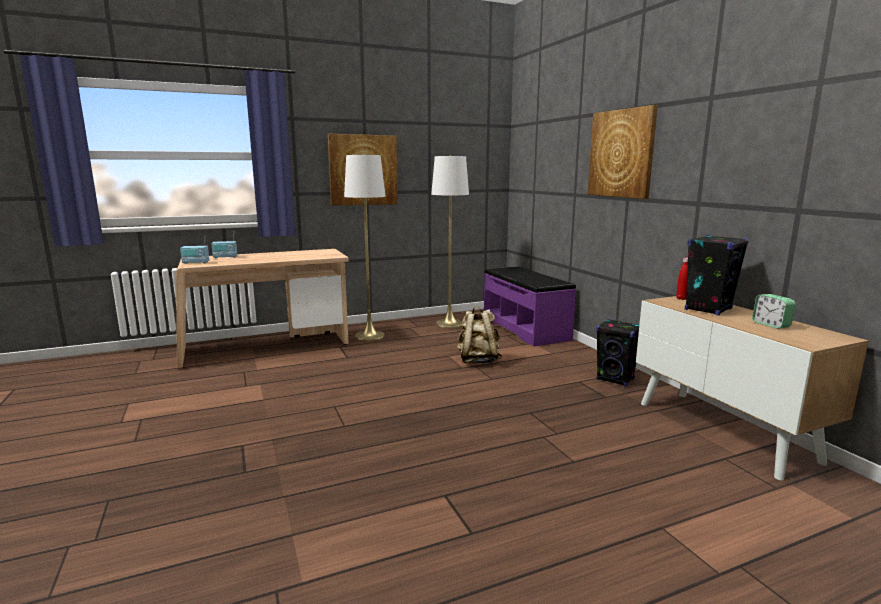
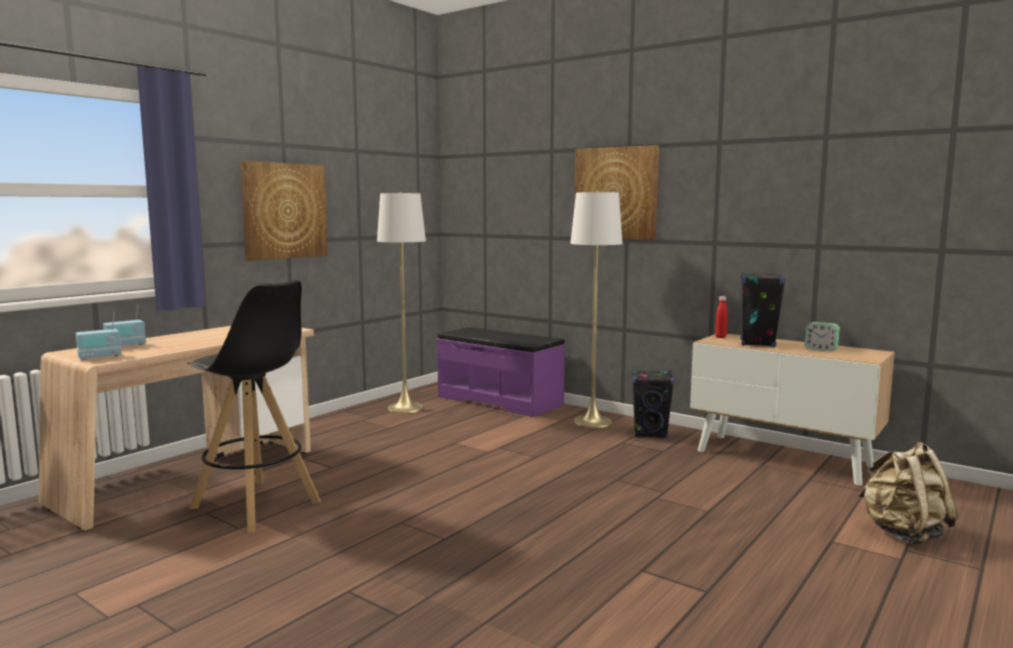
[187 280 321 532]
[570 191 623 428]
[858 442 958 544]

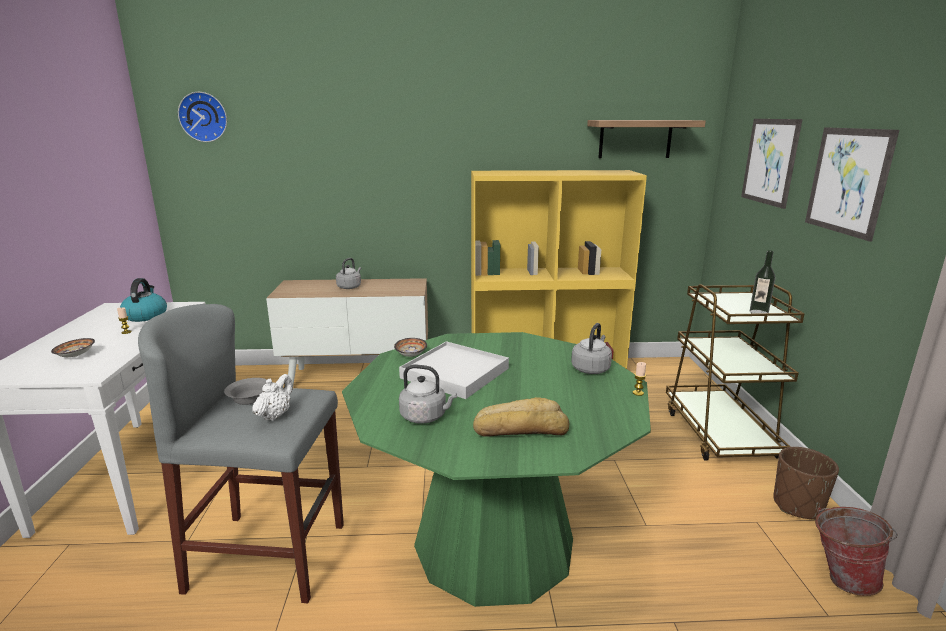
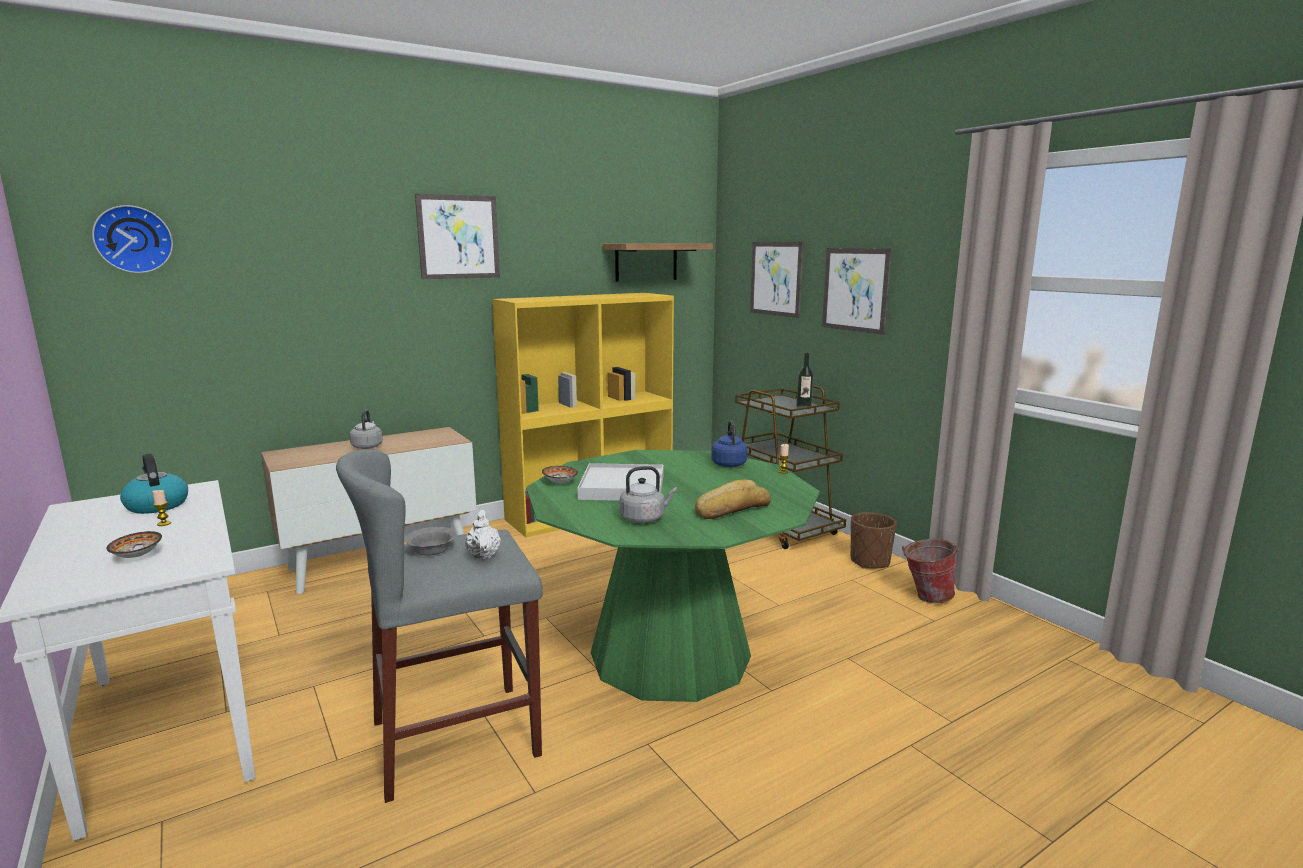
[415 193 500 279]
[711 420 748 467]

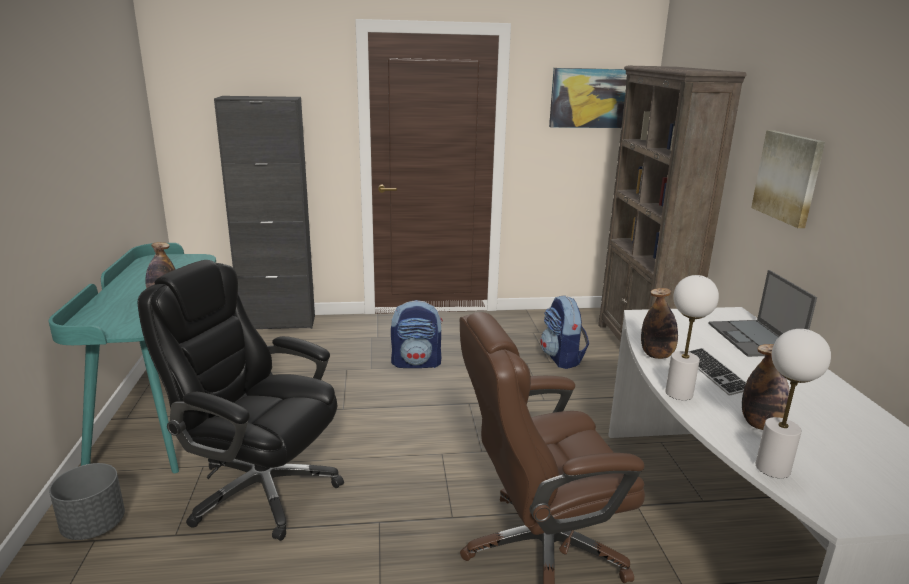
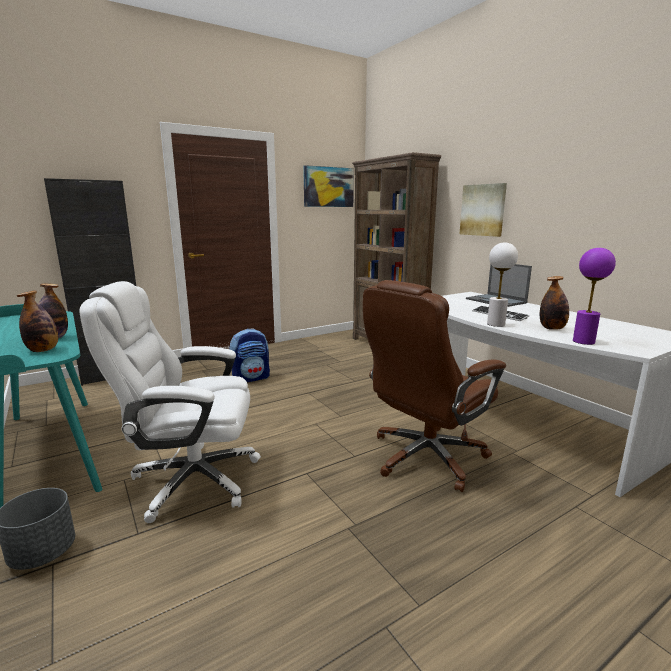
[540 295 589 369] (first image)
[17 290 58 352]
[80 281 261 523]
[573 248 616 345]

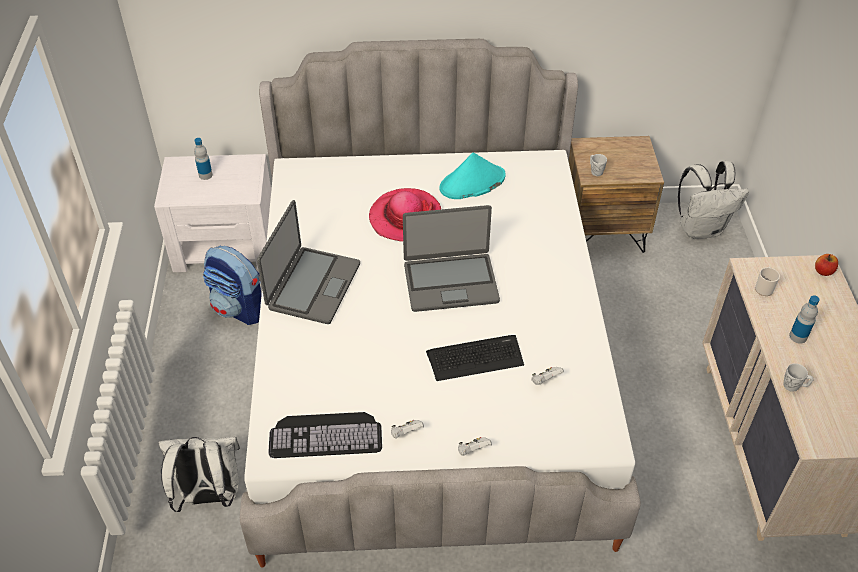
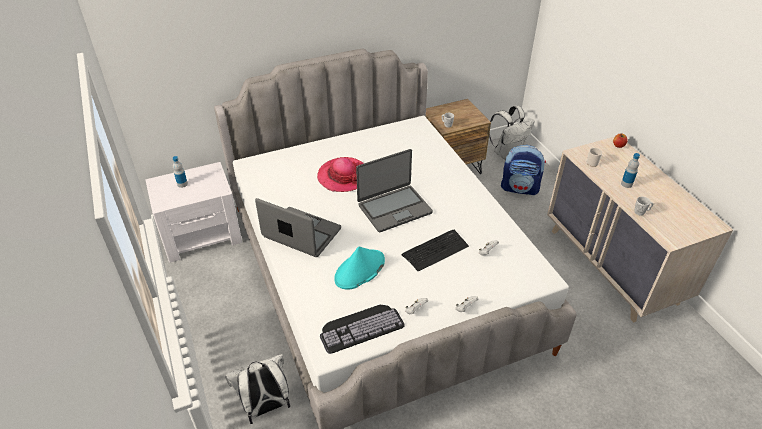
[501 145 546 195]
[334 247 385 290]
[255 198 341 257]

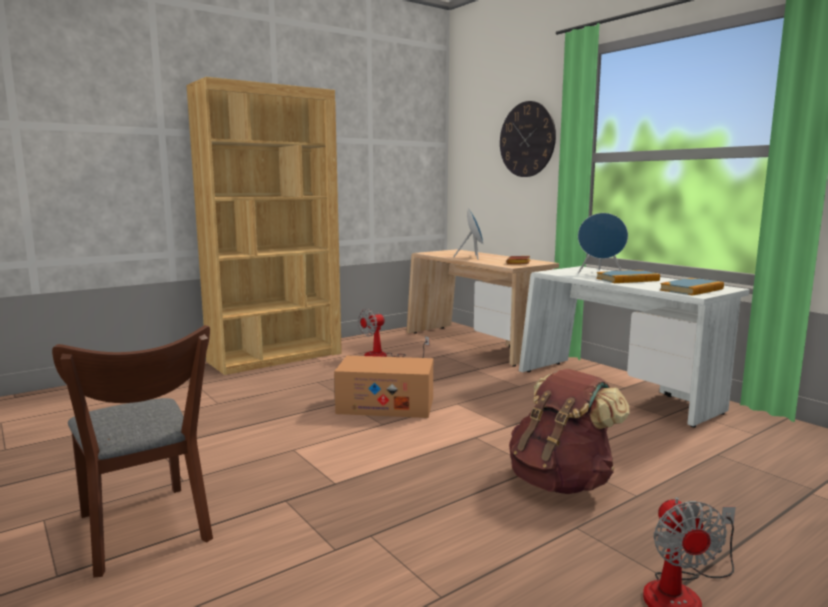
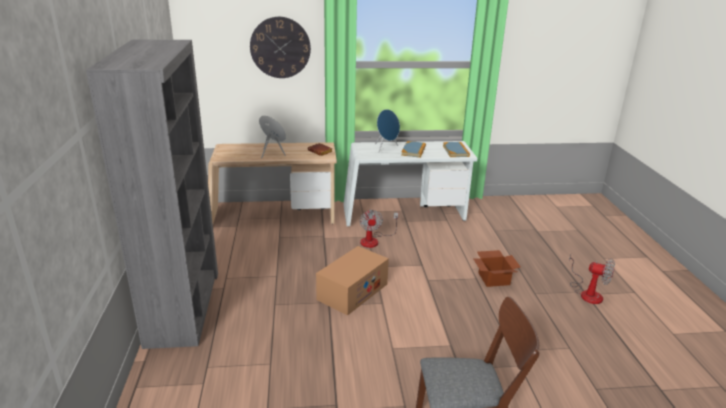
[360 209 398 248]
[473 250 520 287]
[86 40 218 349]

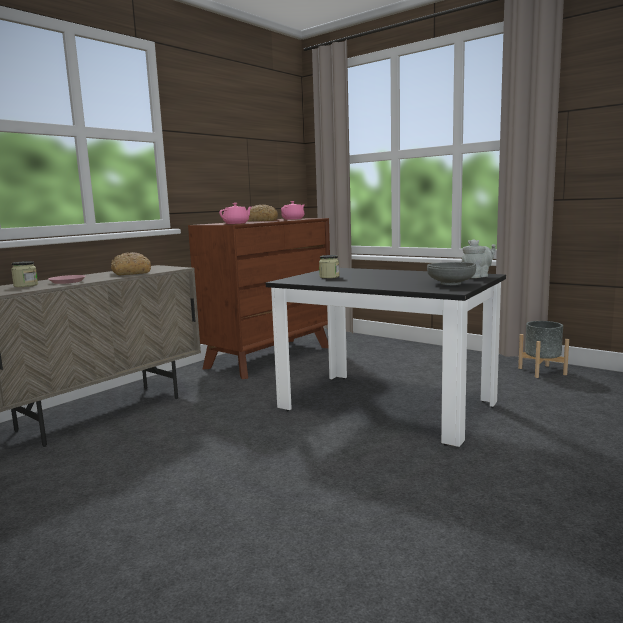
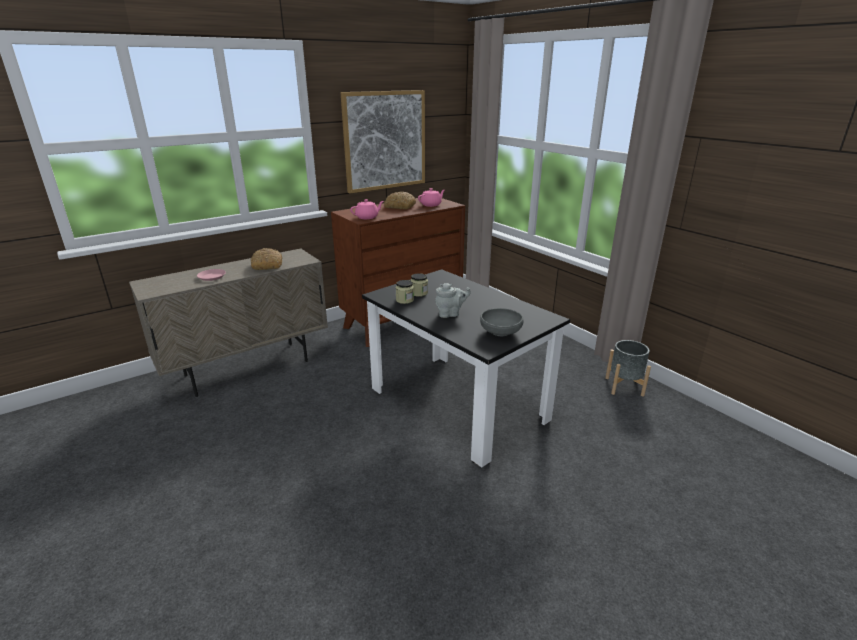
[340 90 425 194]
[396 280 414 304]
[435 283 471 318]

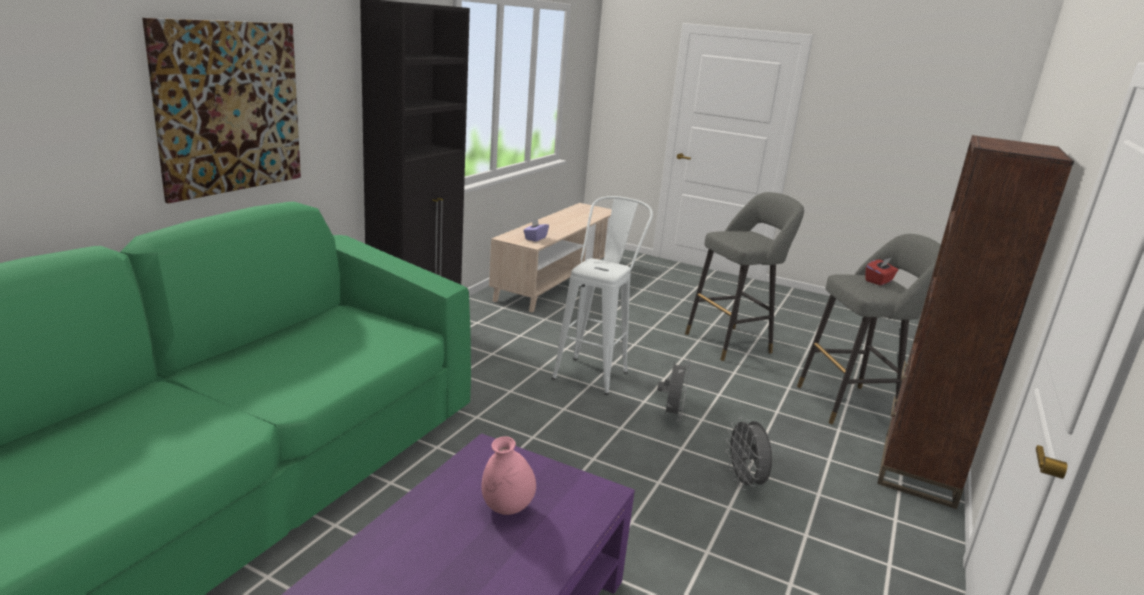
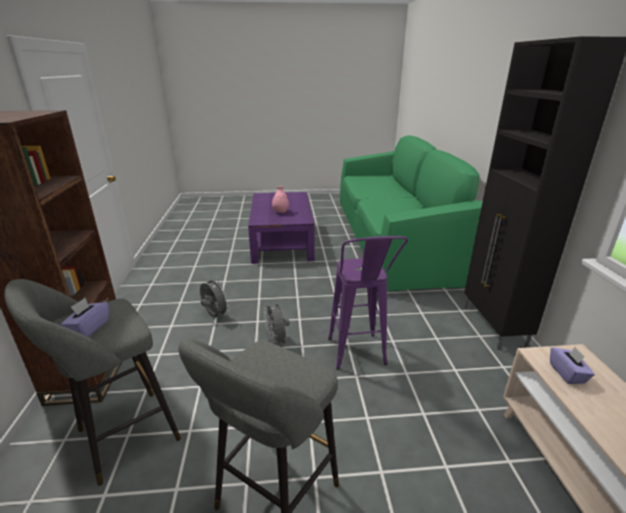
[142 18 301 204] (first image)
[328 236 408 370]
[60 298 109 337]

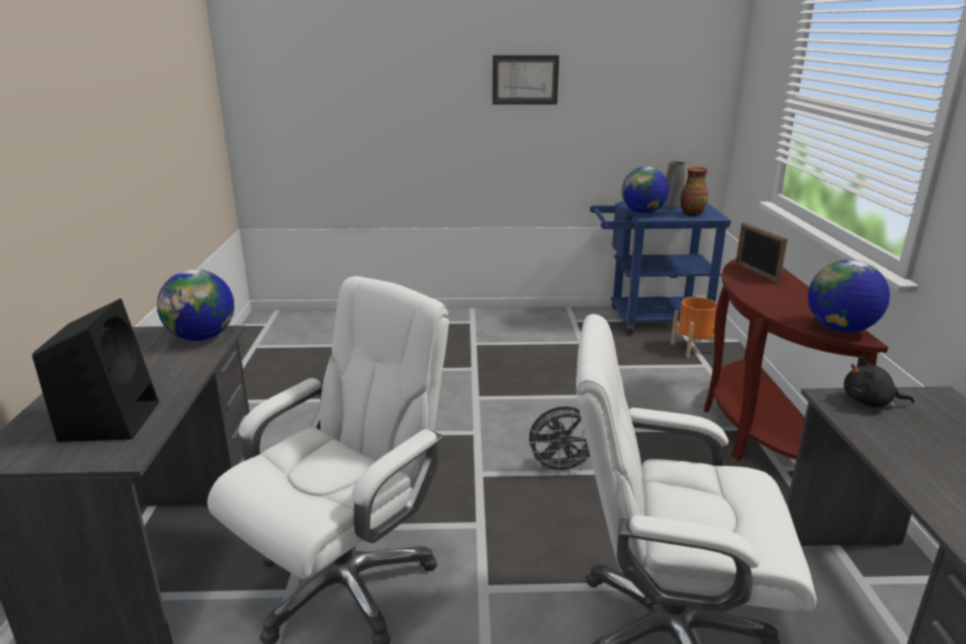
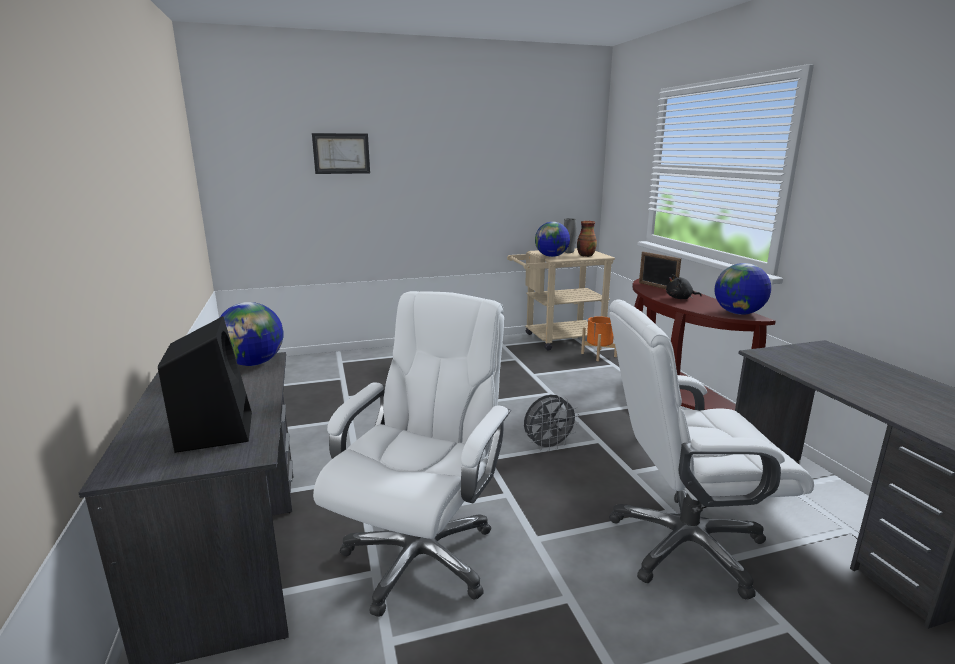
[312 133 370 174]
[666 274 702 299]
[507 248 615 351]

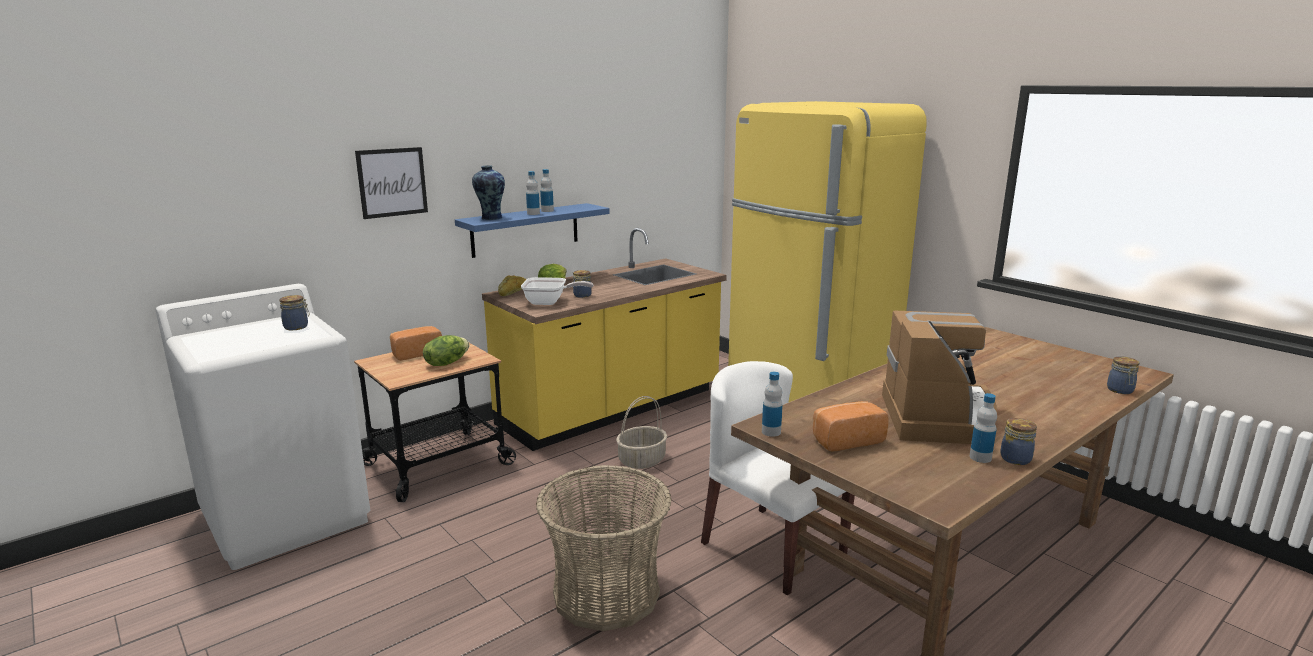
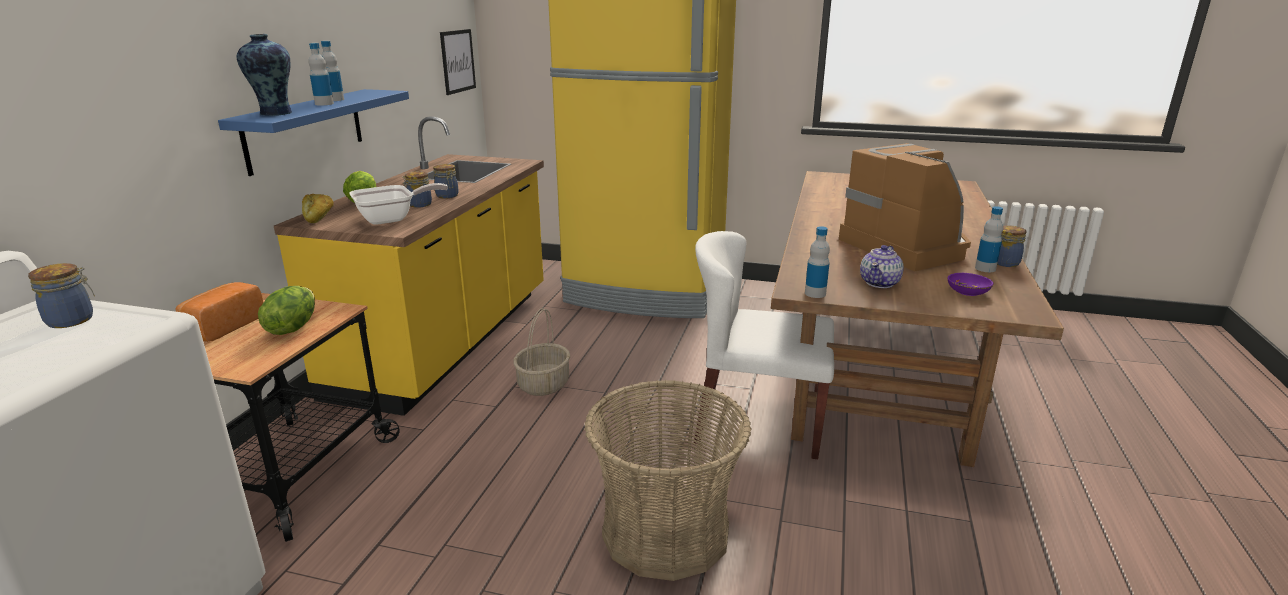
[948 273 993 296]
[440 29 476 95]
[433 164 459 199]
[860 245 904 288]

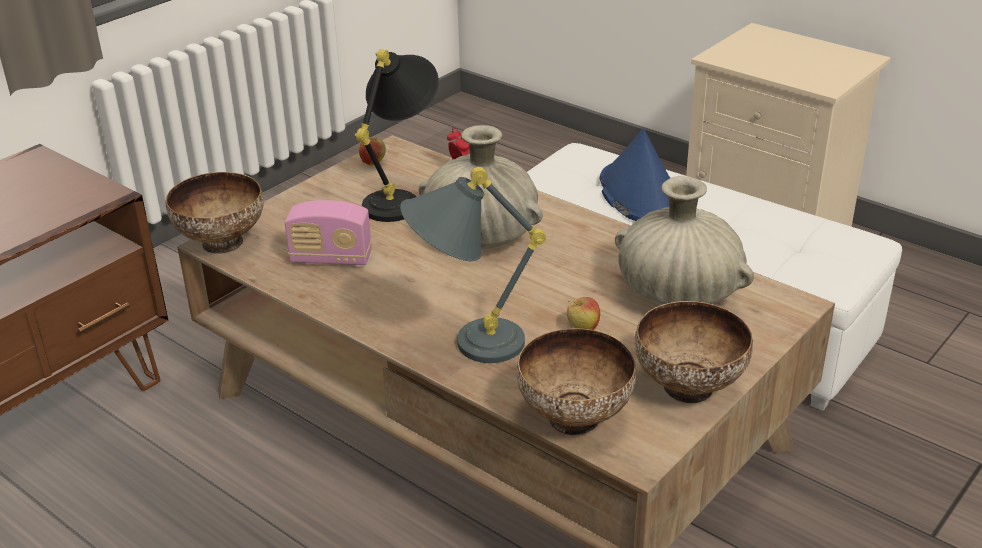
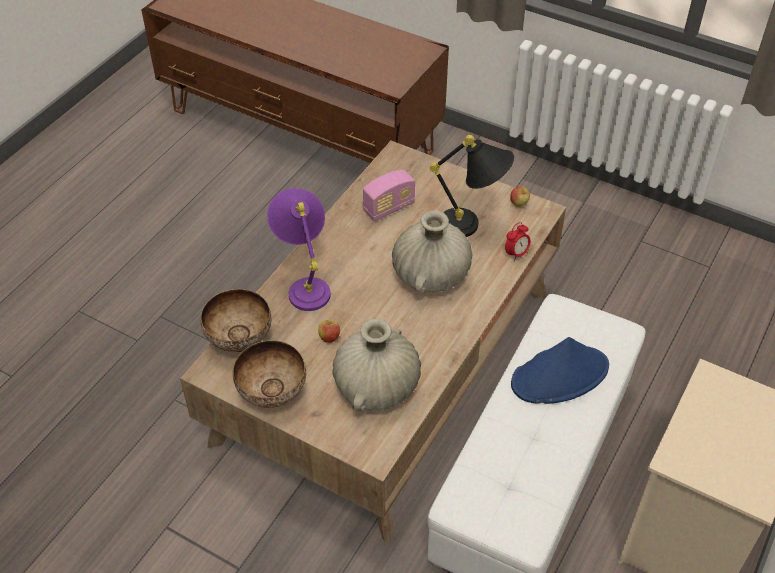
[166 172 263 254] (first image)
[267 188 331 311]
[363 170 415 221]

